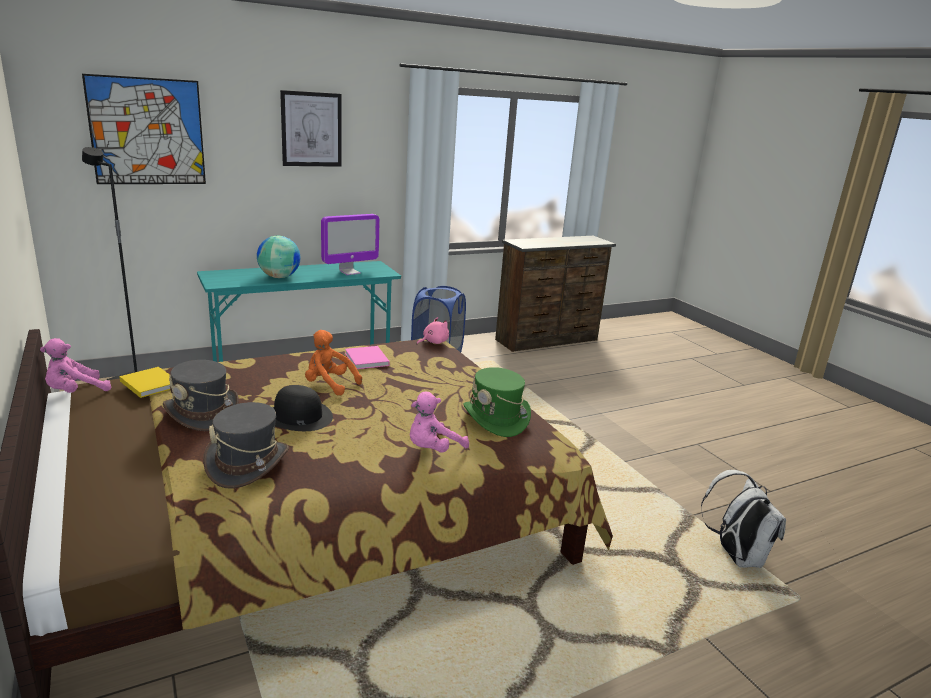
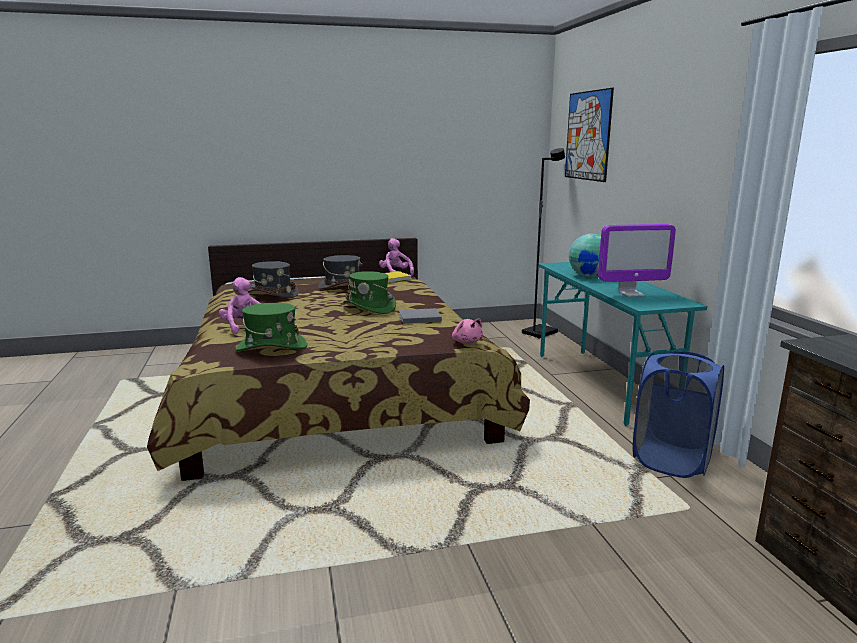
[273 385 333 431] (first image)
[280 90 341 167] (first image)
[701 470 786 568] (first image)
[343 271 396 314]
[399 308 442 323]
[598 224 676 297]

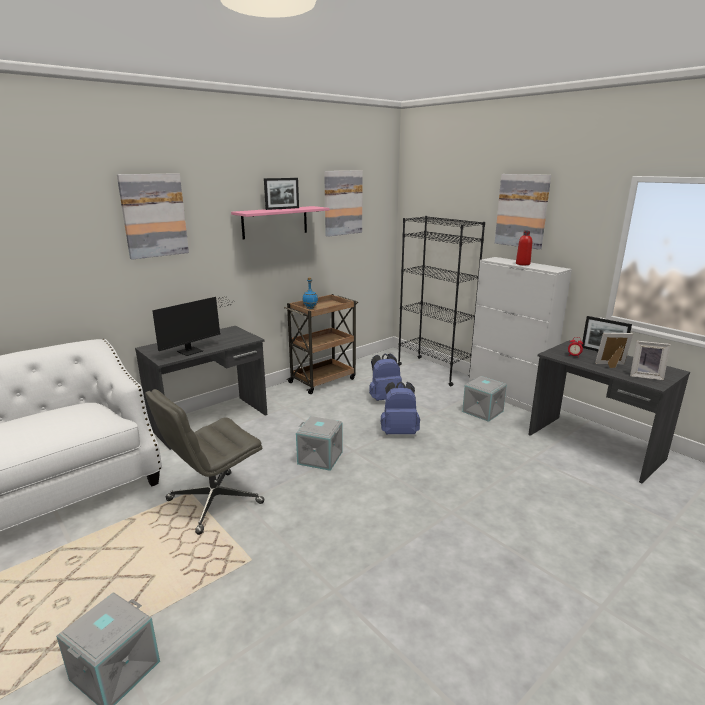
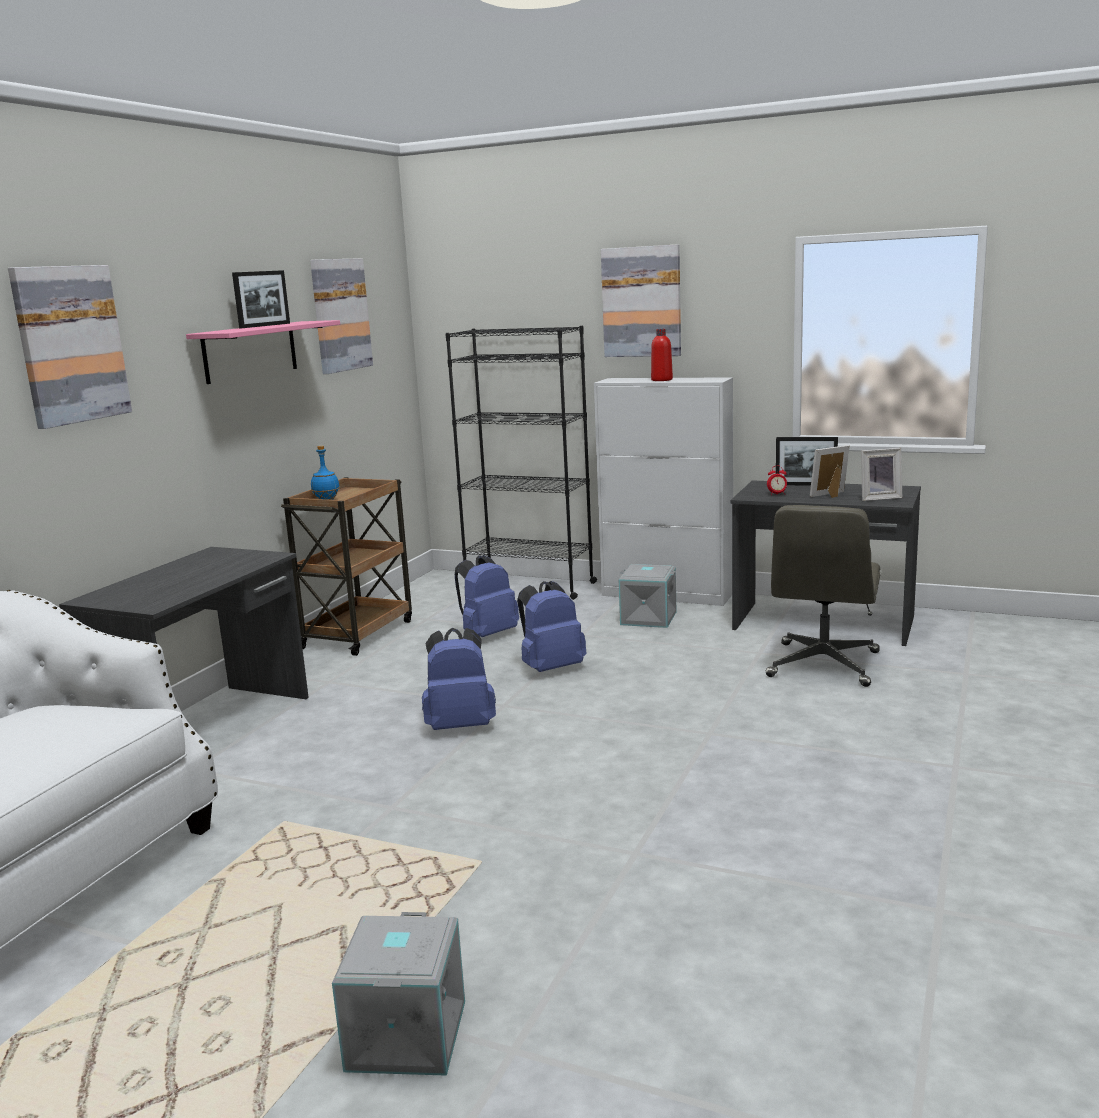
[152 296 231 356] (first image)
[766 505 880 687]
[422 628 496 730]

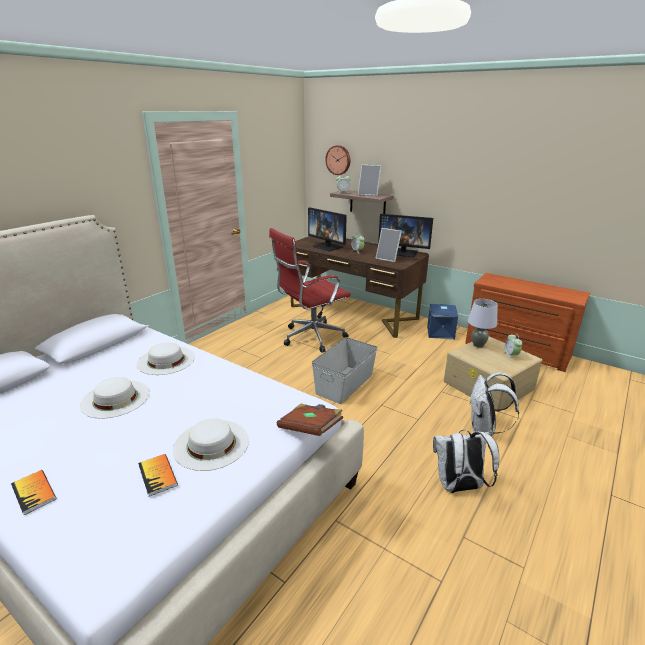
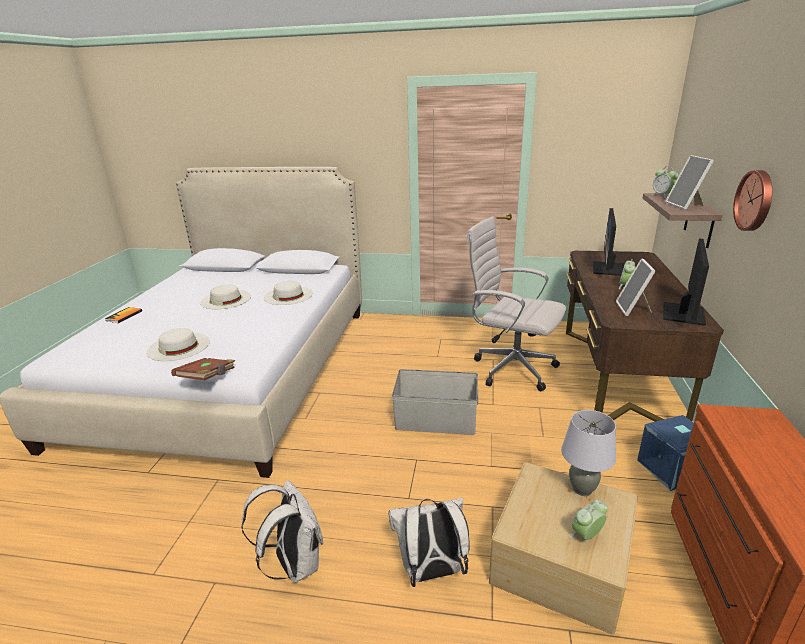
[138 454 178 497] (first image)
[733 170 772 231]
[466 216 566 391]
[663 239 709 326]

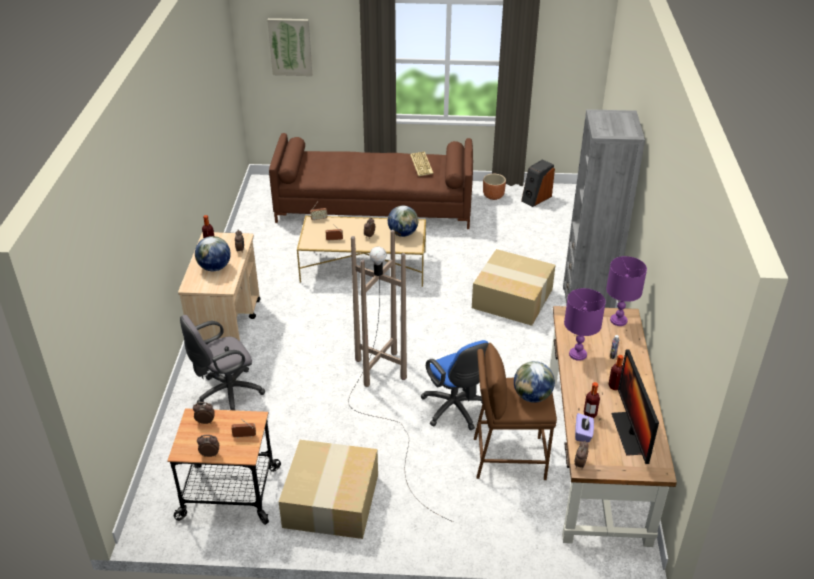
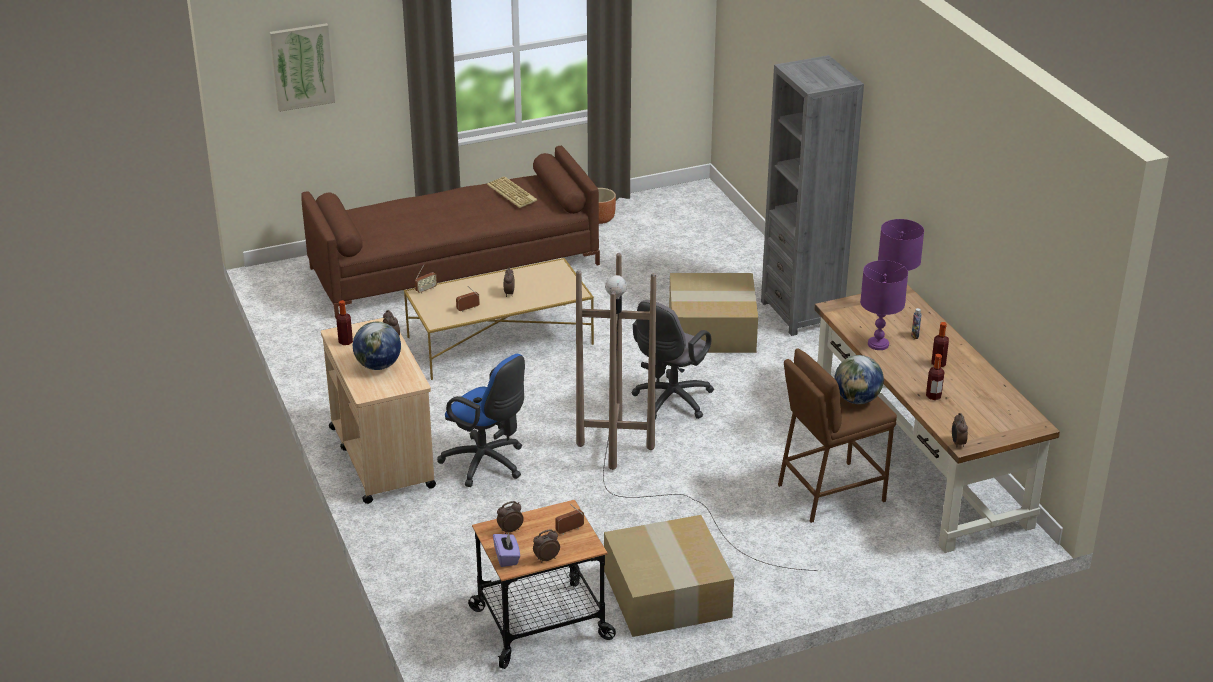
[388 205 418 237] (first image)
[521 159 555 207] (first image)
[612 349 659 464] (first image)
[632 300 714 420]
[437 354 525 487]
[493 533 520 567]

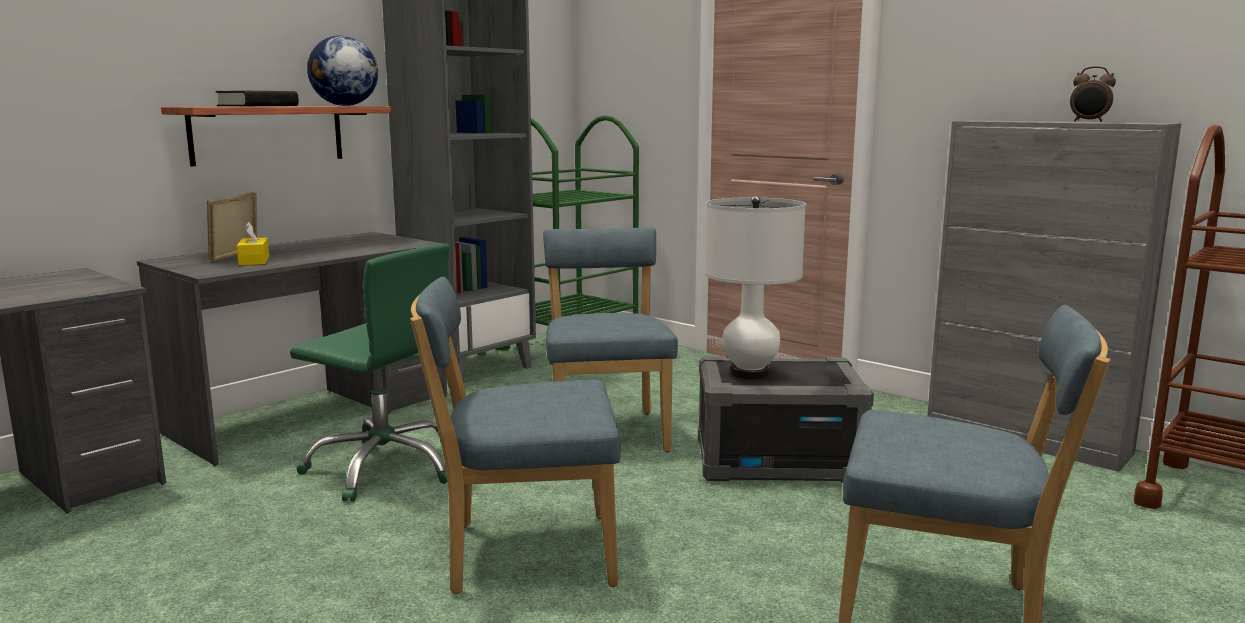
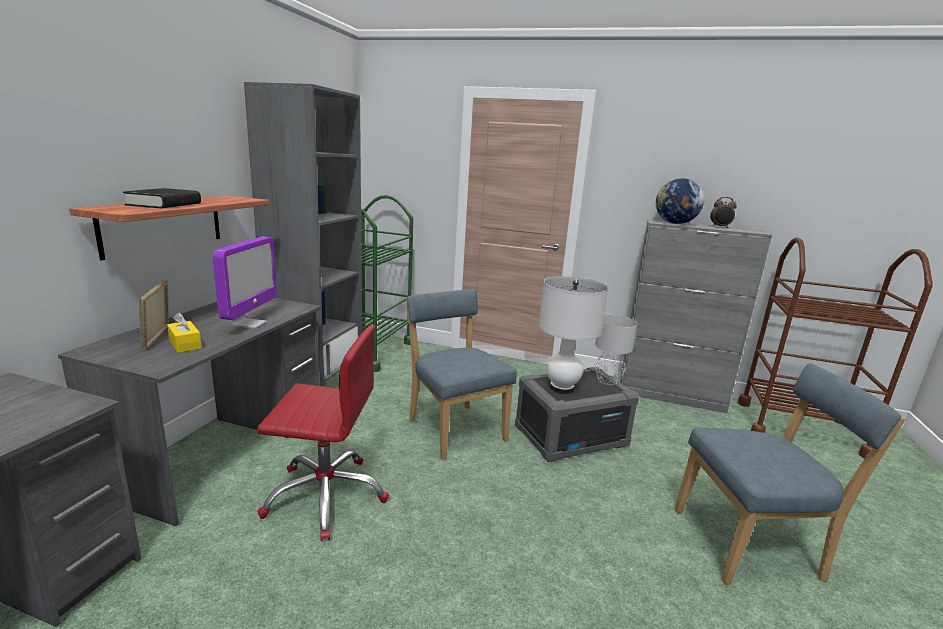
[410 277 621 594] (first image)
[213 237 277 329]
[595 315 637 385]
[656 178 704 224]
[257 325 389 541]

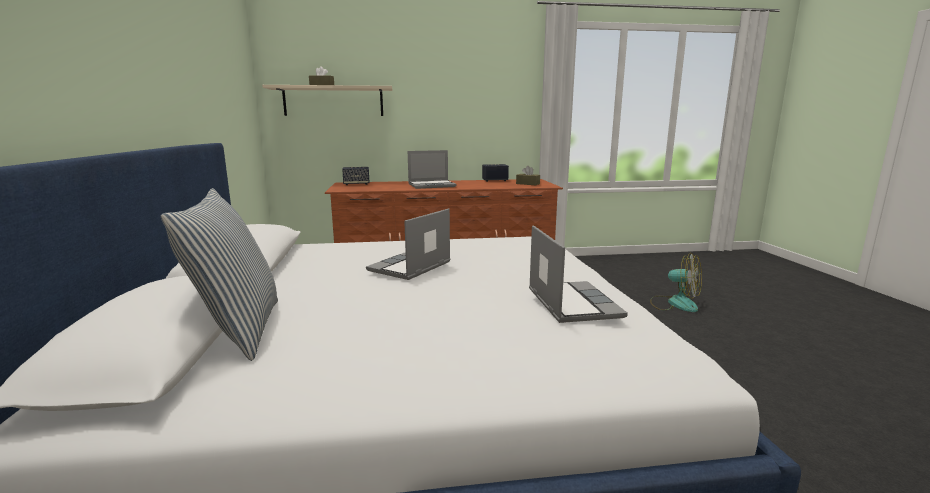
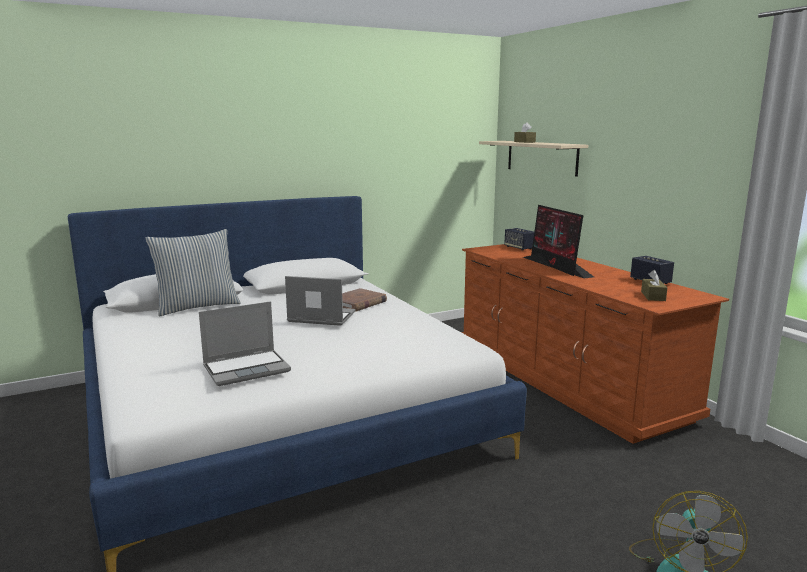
[342 288 387 312]
[523 205 594 279]

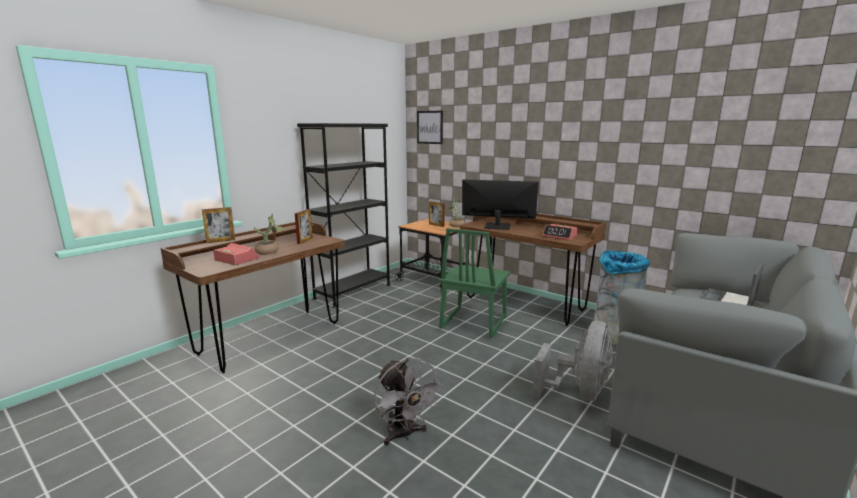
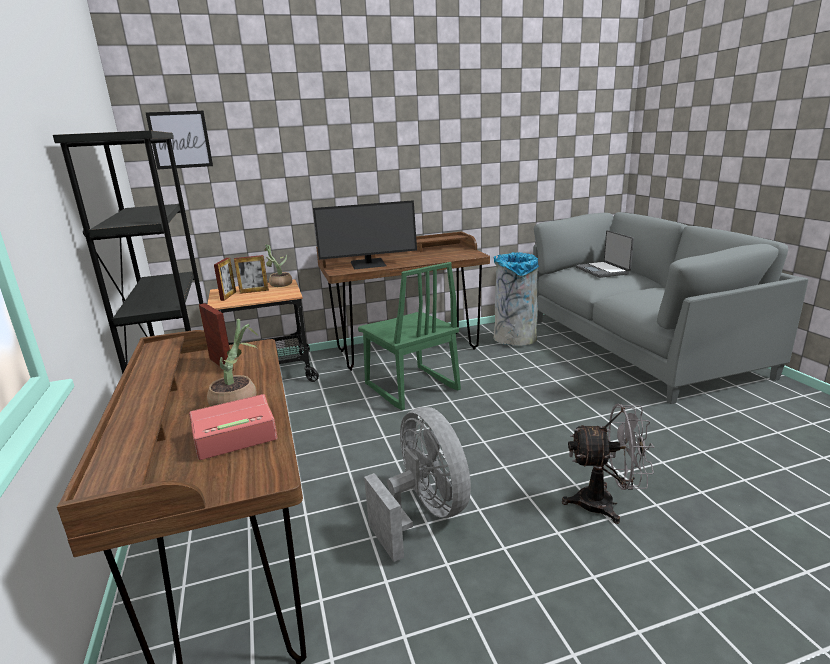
[542 224 578 240] (first image)
[214 258 236 301]
[364 407 471 562]
[313 200 417 269]

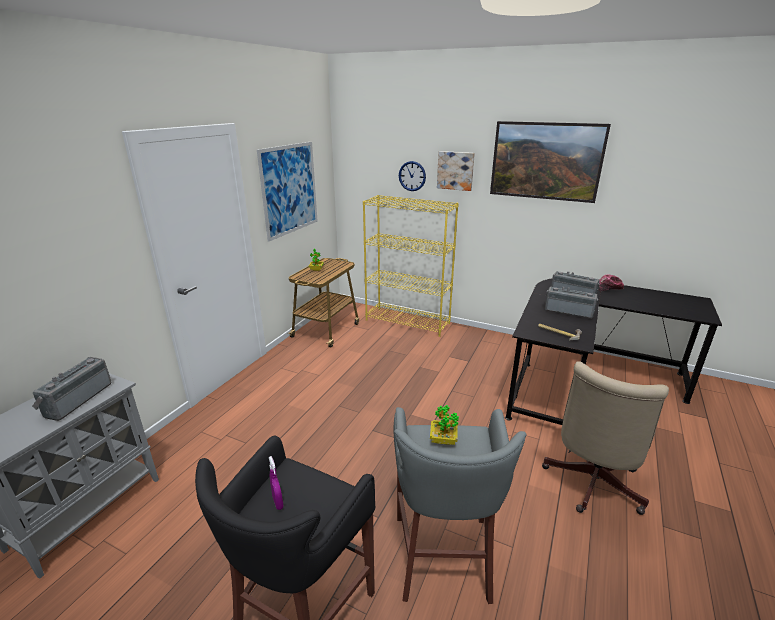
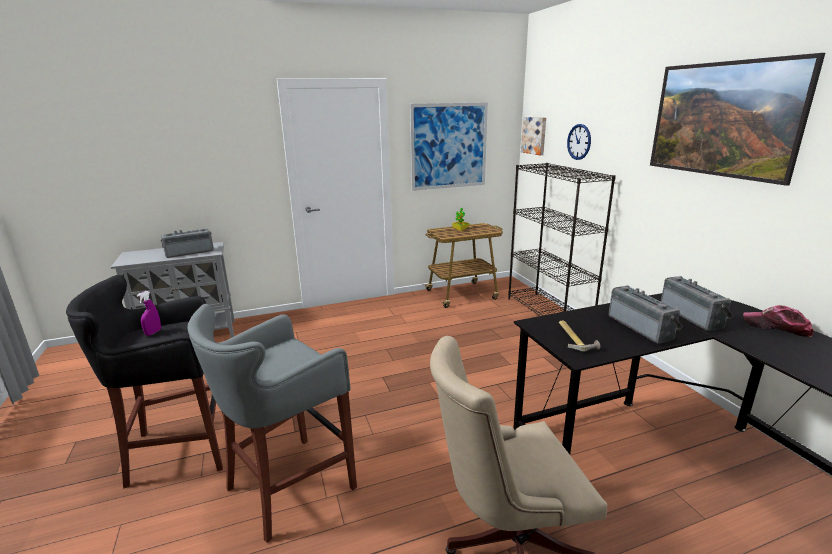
[430 405 459 445] (first image)
[521 117 546 155]
[508 163 616 316]

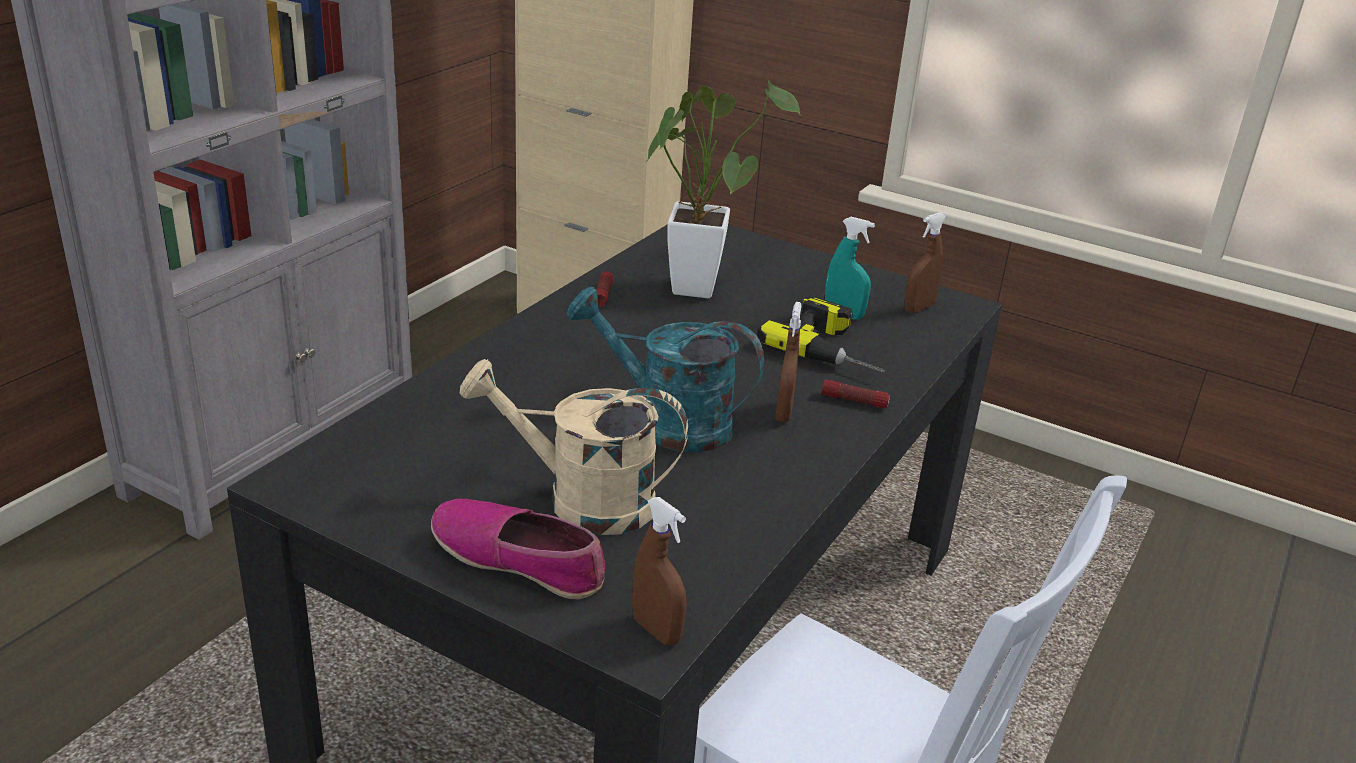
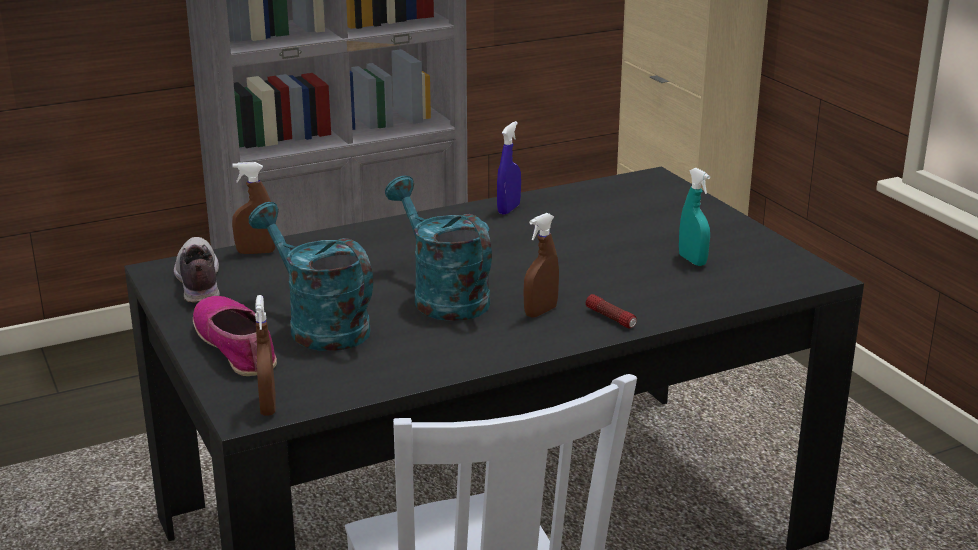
[645 80 801 298] (first image)
[757 297 885 373] (first image)
[174 237 220 302]
[232 162 276 254]
[497 121 521 215]
[249 202 373 351]

